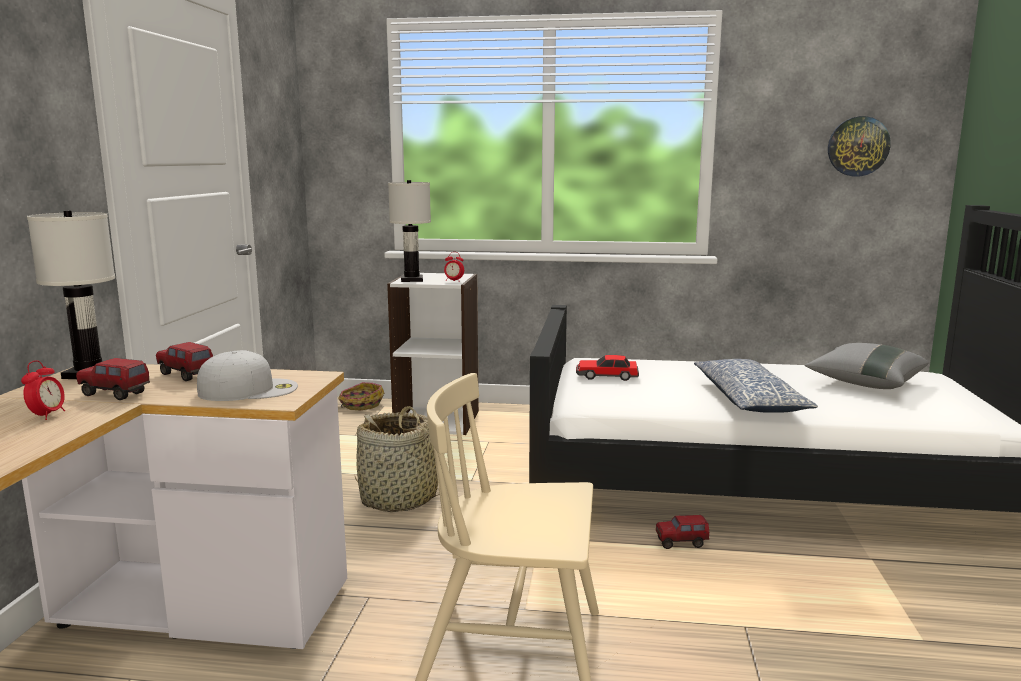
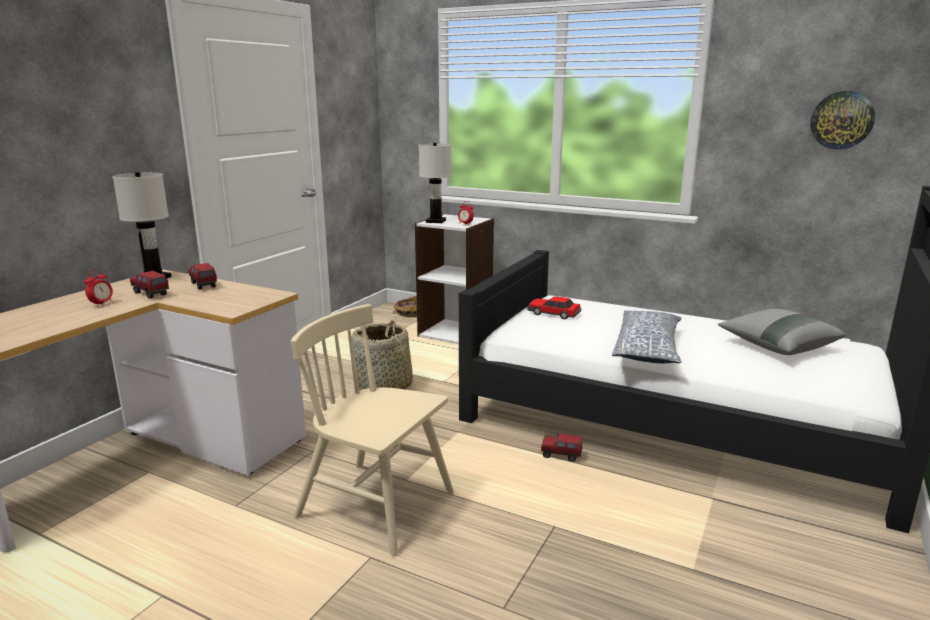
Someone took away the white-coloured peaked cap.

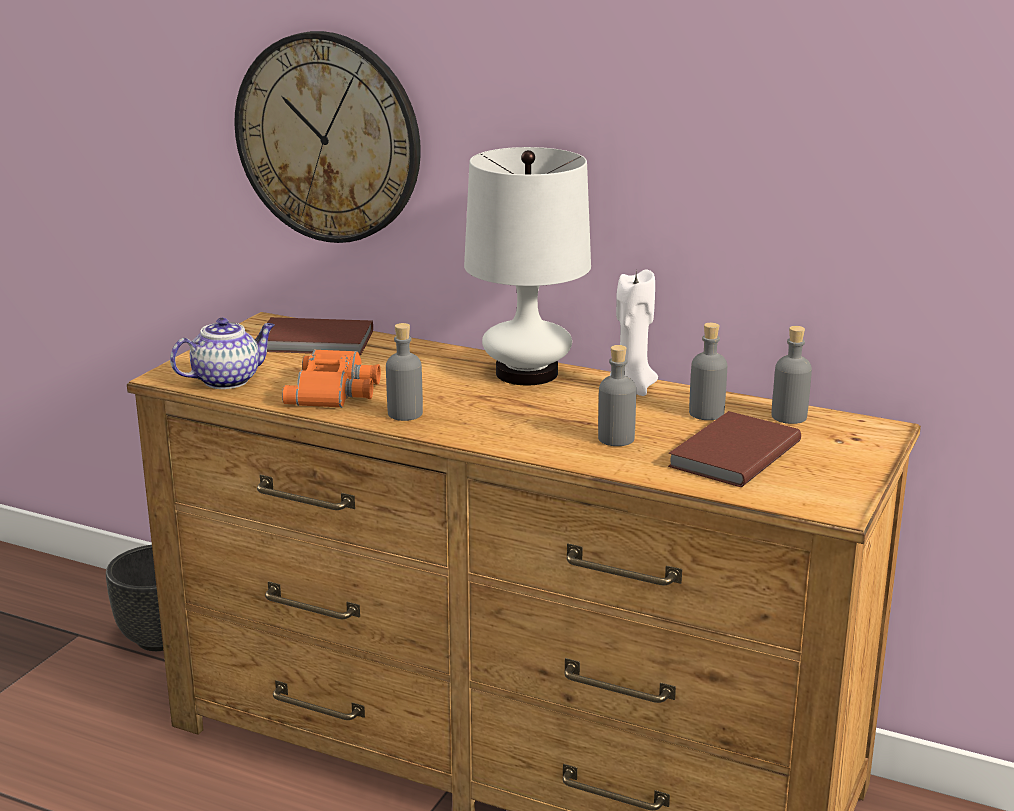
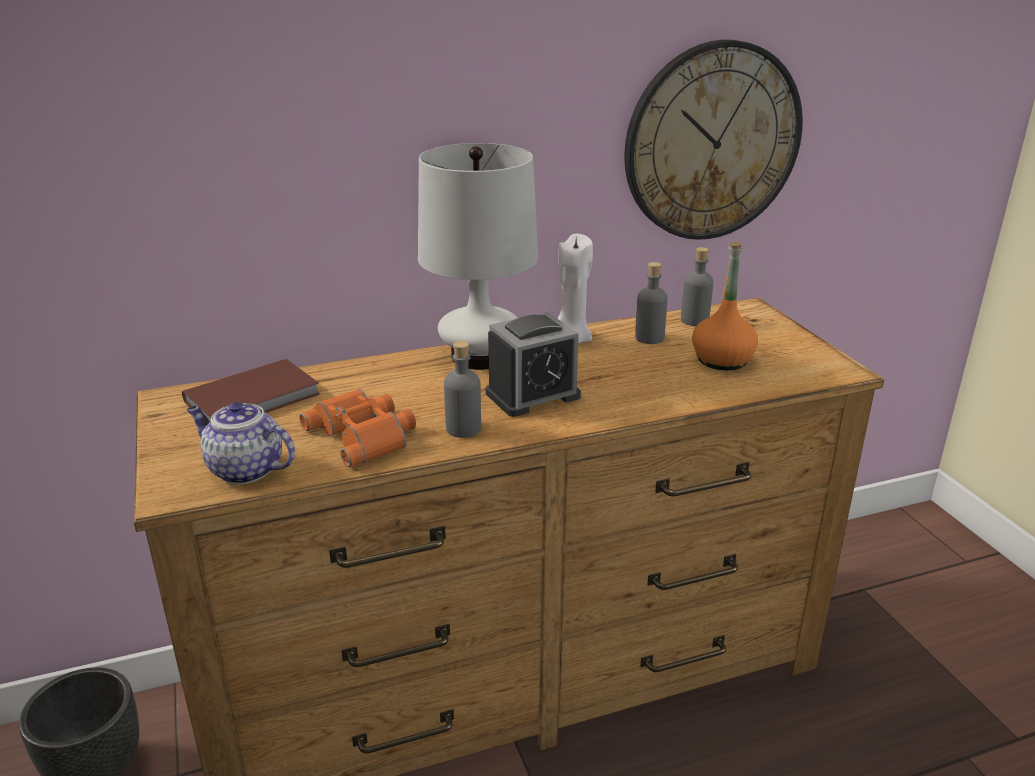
Someone carried the clock on the wall. Someone rotated the teapot by 75 degrees counterclockwise. Someone took away the gray beverage bottle (2nd from left). Someone swapped the brown-coloured bound book (2nd from left) for the orange-coloured beverage bottle. Someone put down the alarm clock.

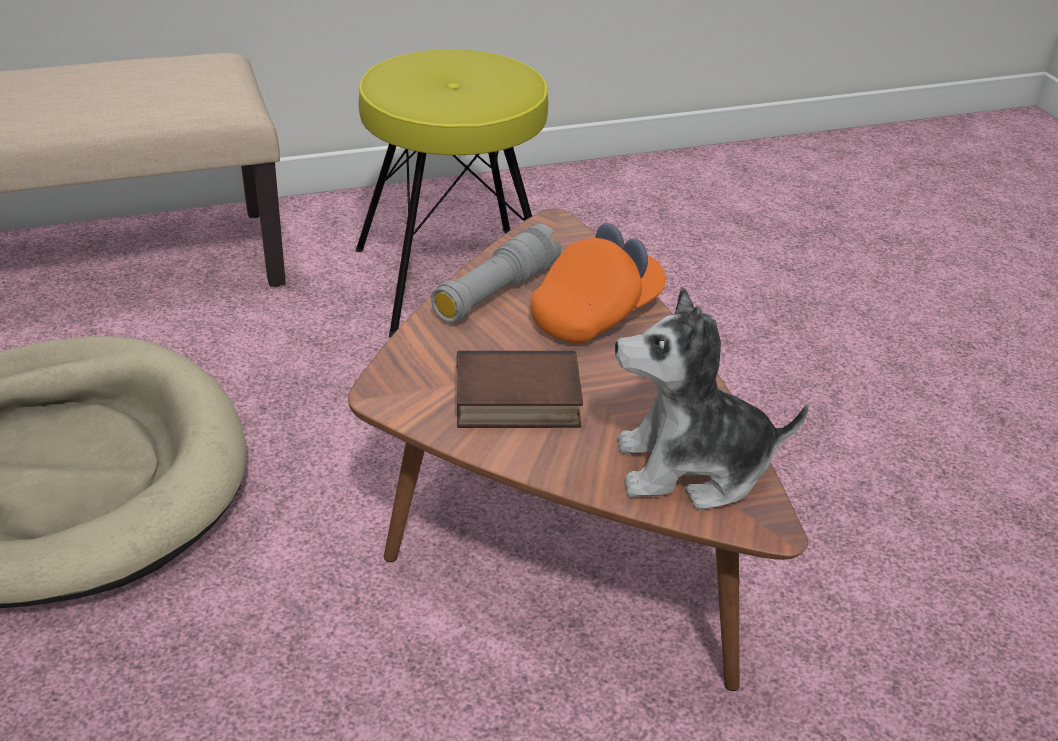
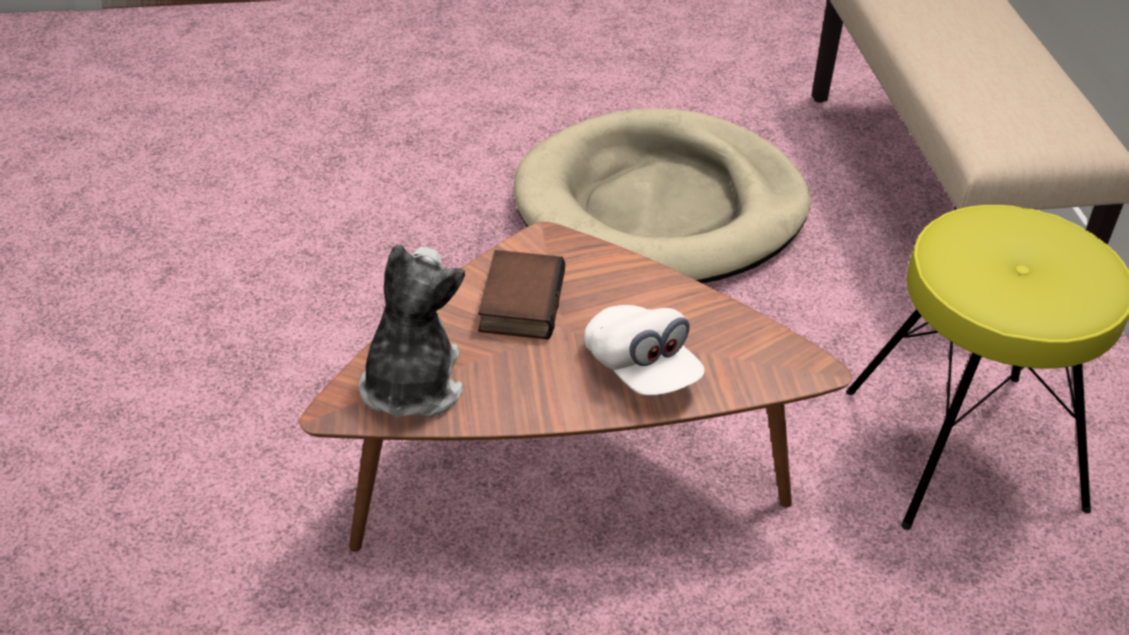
Someone repainted the orange-coloured peaked cap, which became the white-coloured peaked cap. Someone took away the gray hand torch.

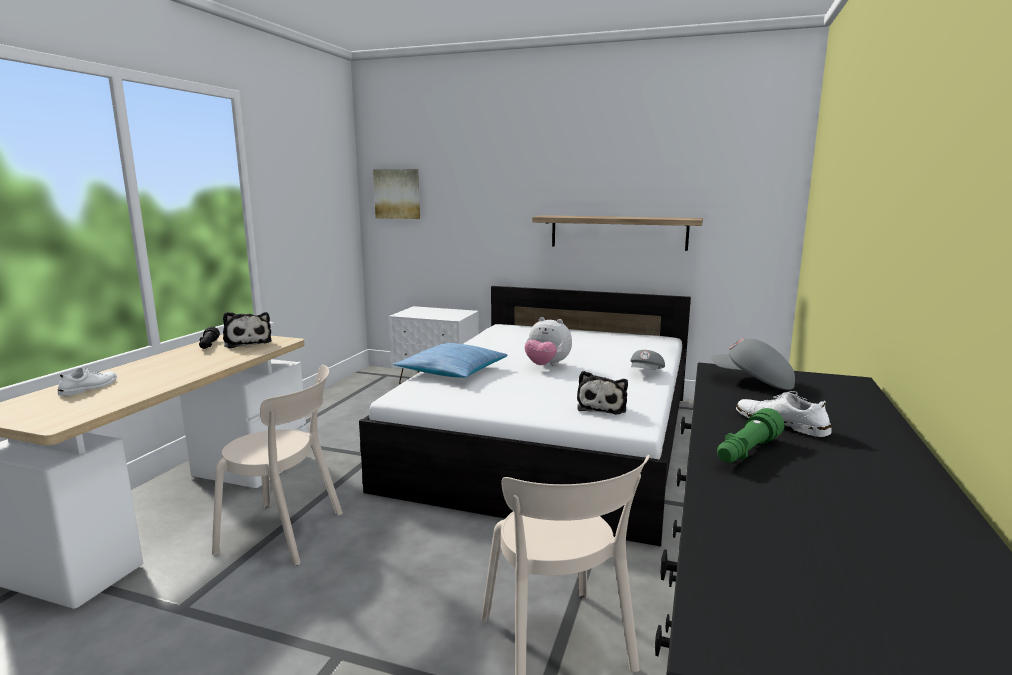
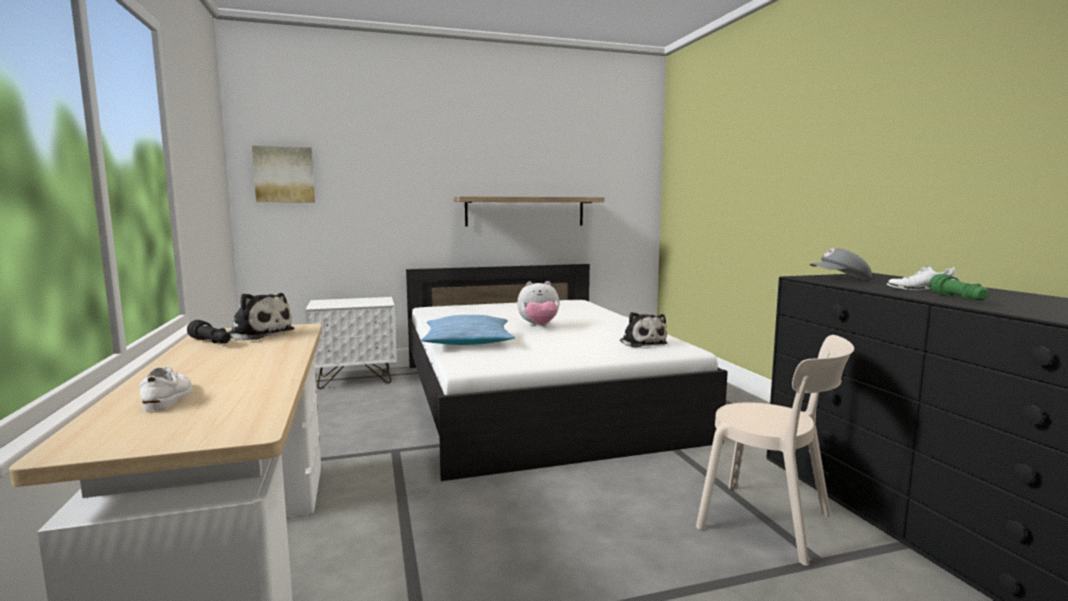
Someone took away the gray peaked cap (1st from left). Someone took away the sand-coloured plain chair (1st from left).

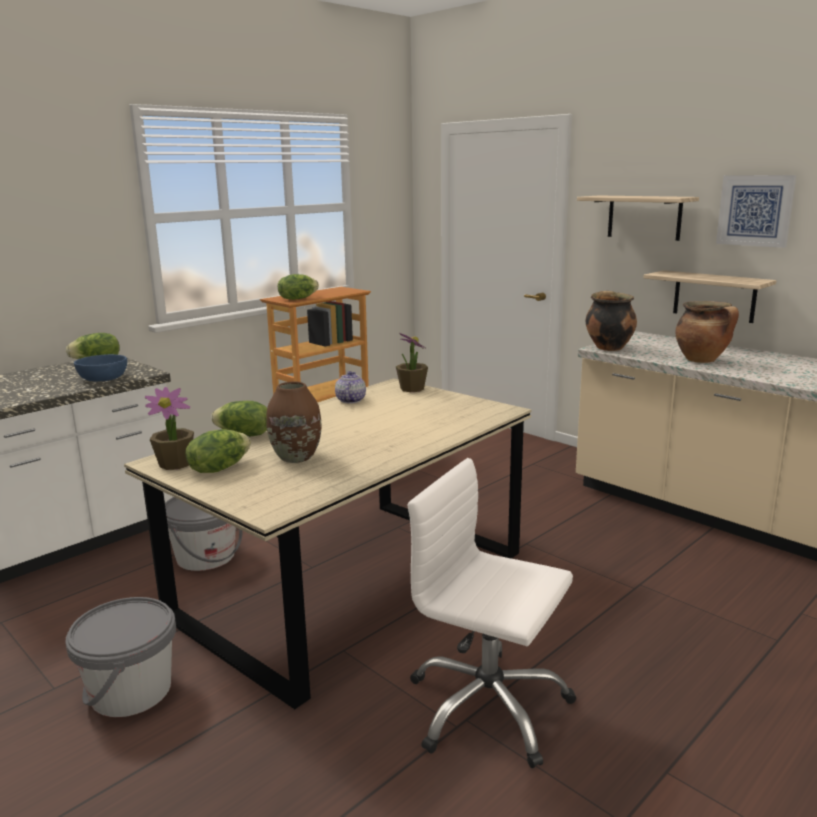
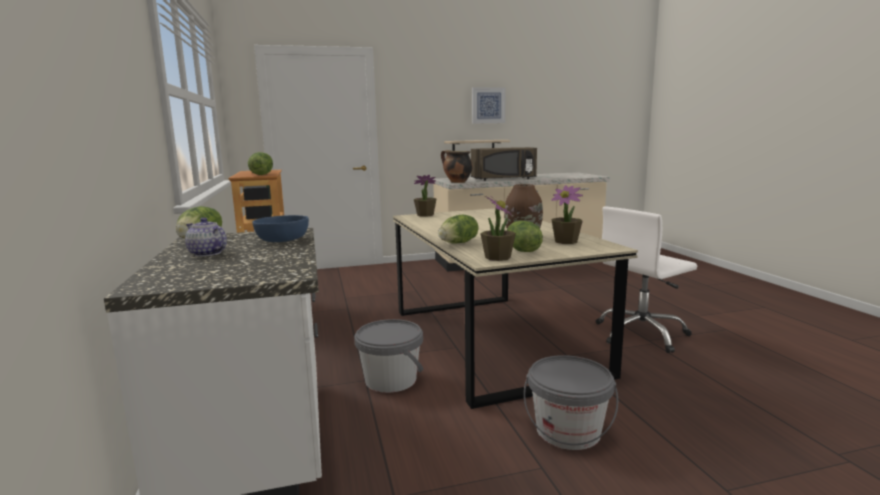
Someone took away the shelf (1st from left). Someone swapped the saucepot (2nd from left) for the brown-coloured microwave. Someone carried the teapot. Someone put down the potted plant (3rd from left).

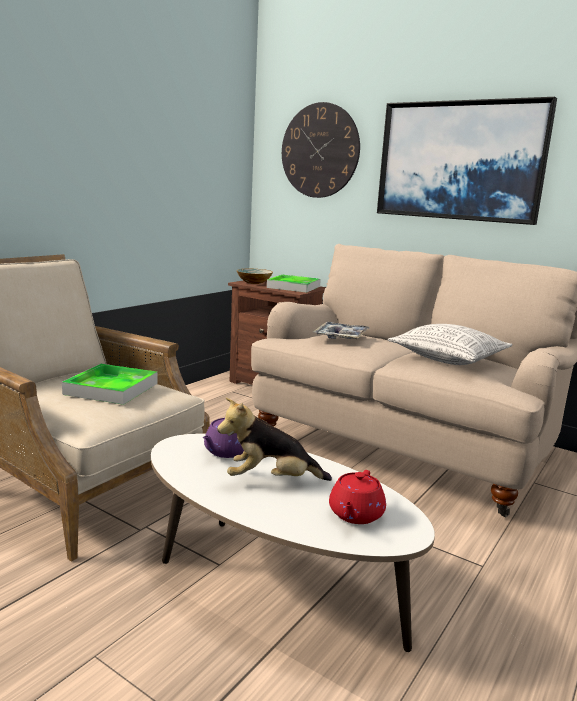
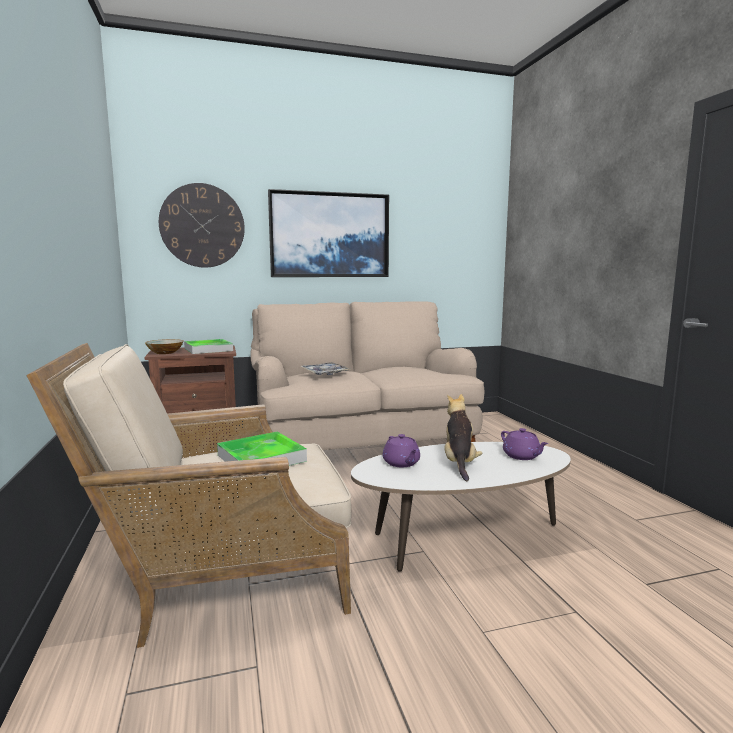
Someone took away the throw pillow. Someone rotated the cuddly toy by 150 degrees clockwise. Someone repainted the red teapot, which became the purplish teapot (2nd from left).

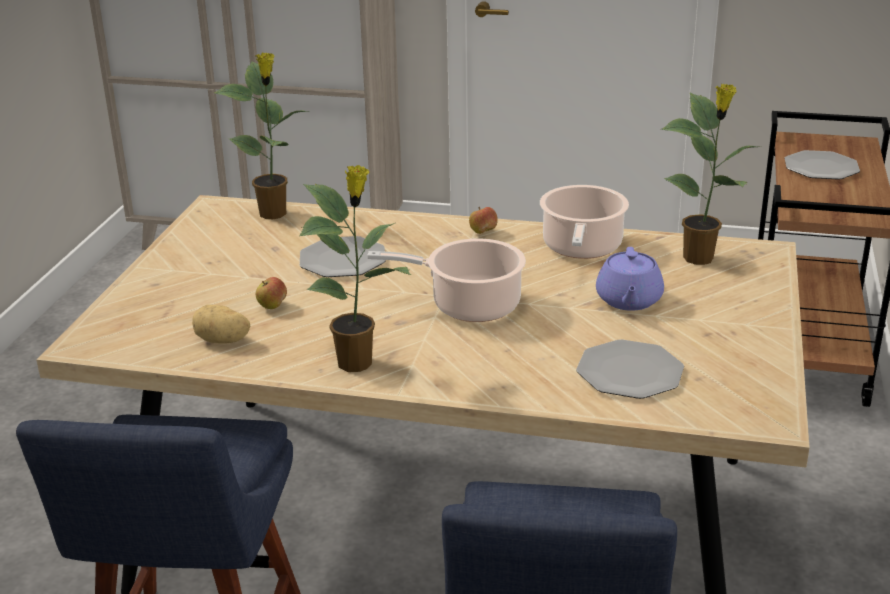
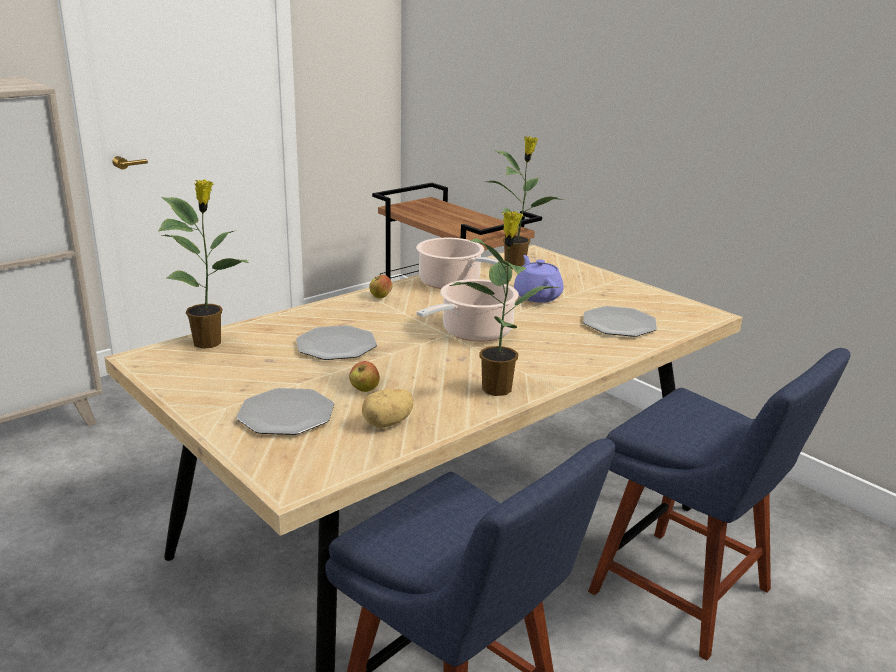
Someone carried the flat dish (3rd from left in the first image). Someone rotated the purplish teapot by 150 degrees counterclockwise.

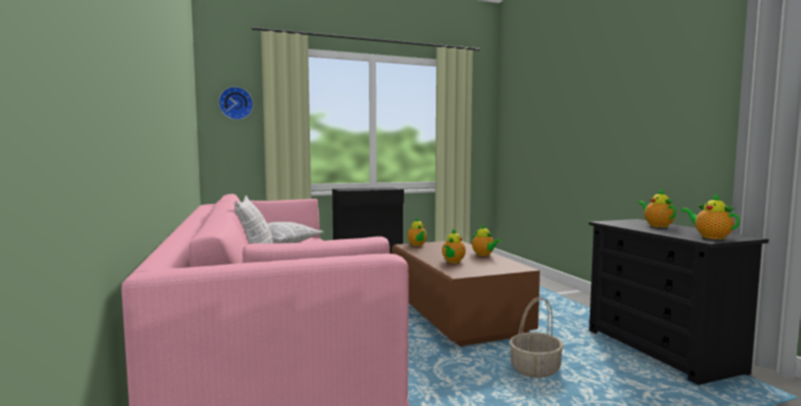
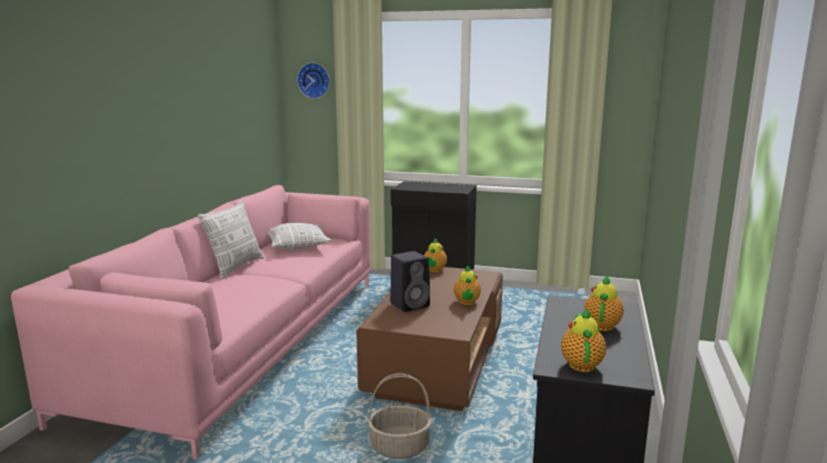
Someone swapped the teapot (2nd from left) for the black loudspeaker.

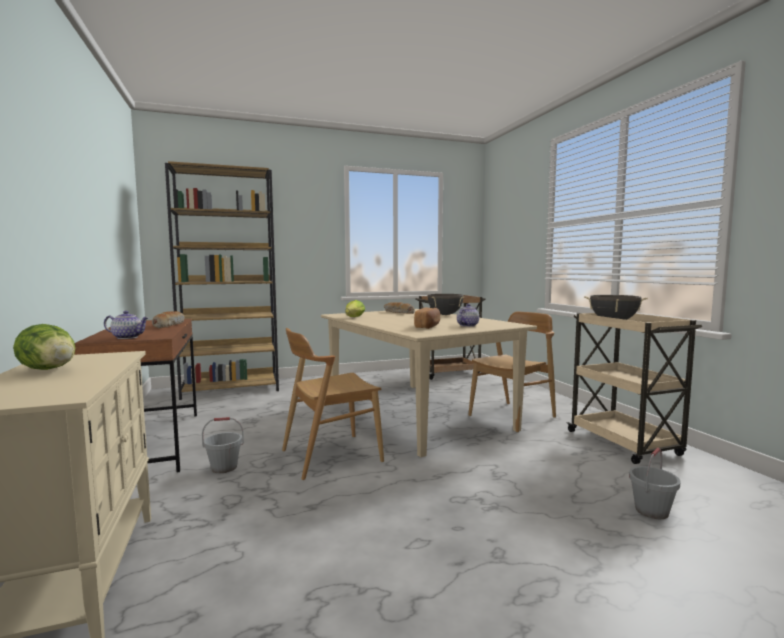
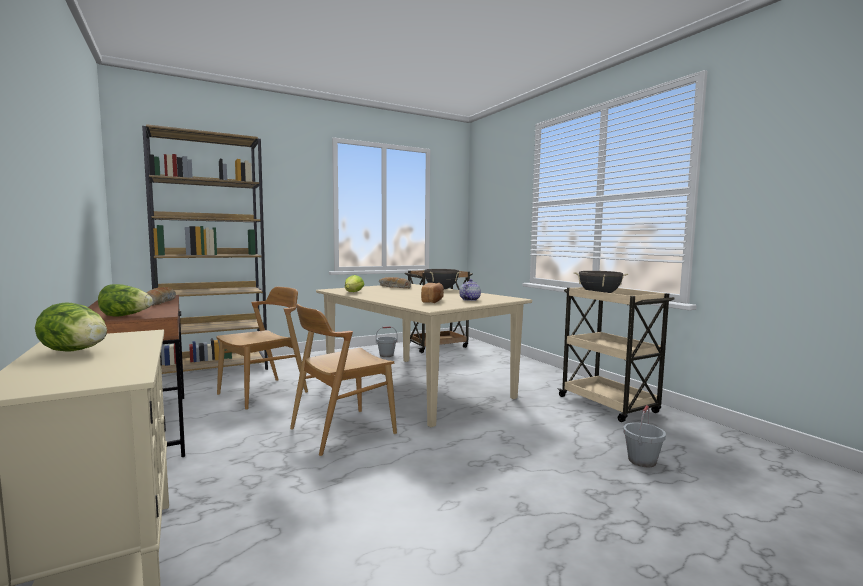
Someone swapped the teapot (1st from left) for the head of lettuce (2nd from left). Someone carried the brown-coloured plain chair (2nd from left in the first image). Someone carried the gray bucket (1st from left).

